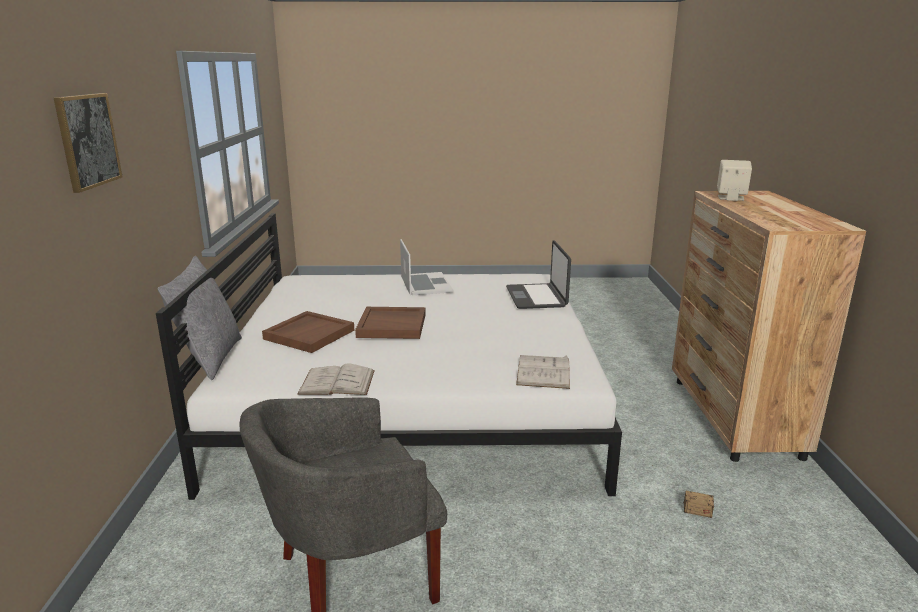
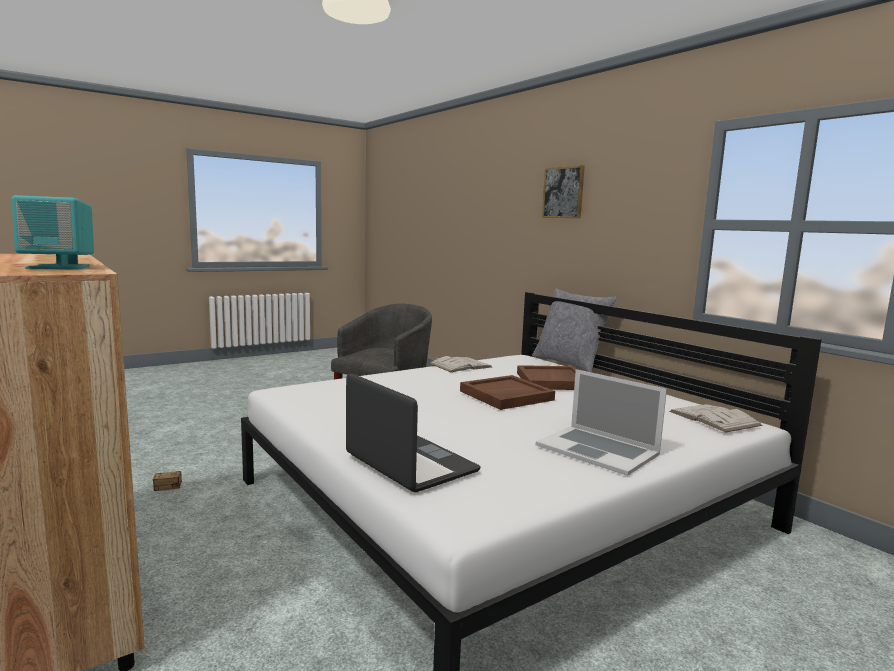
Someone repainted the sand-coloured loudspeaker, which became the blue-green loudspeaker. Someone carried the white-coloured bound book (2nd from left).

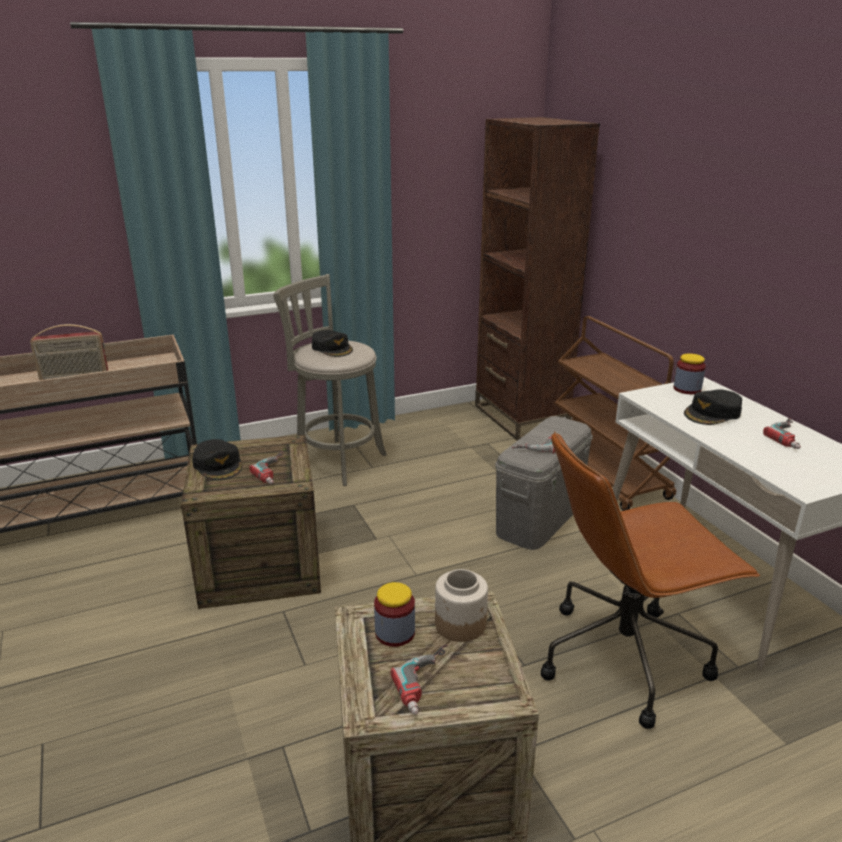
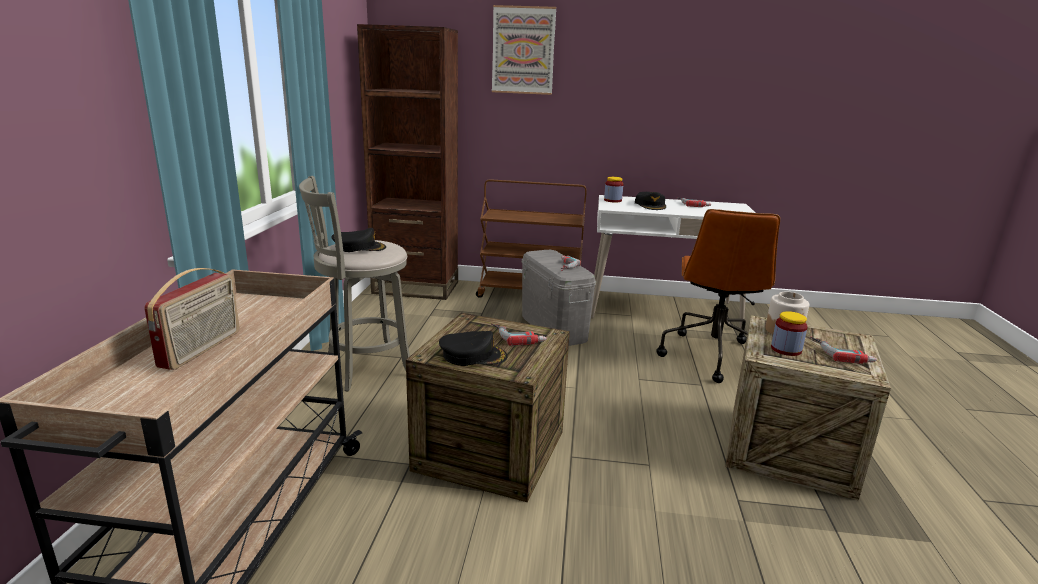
Someone put up the picture.

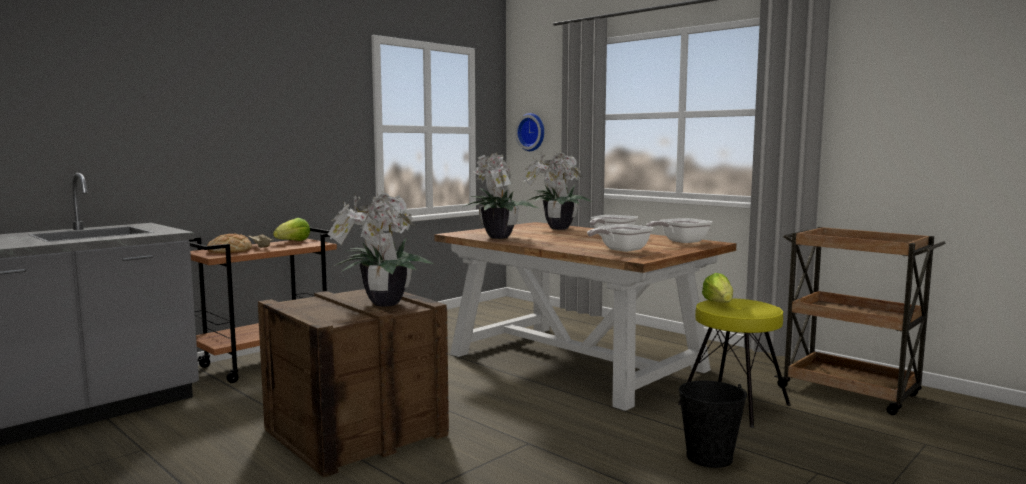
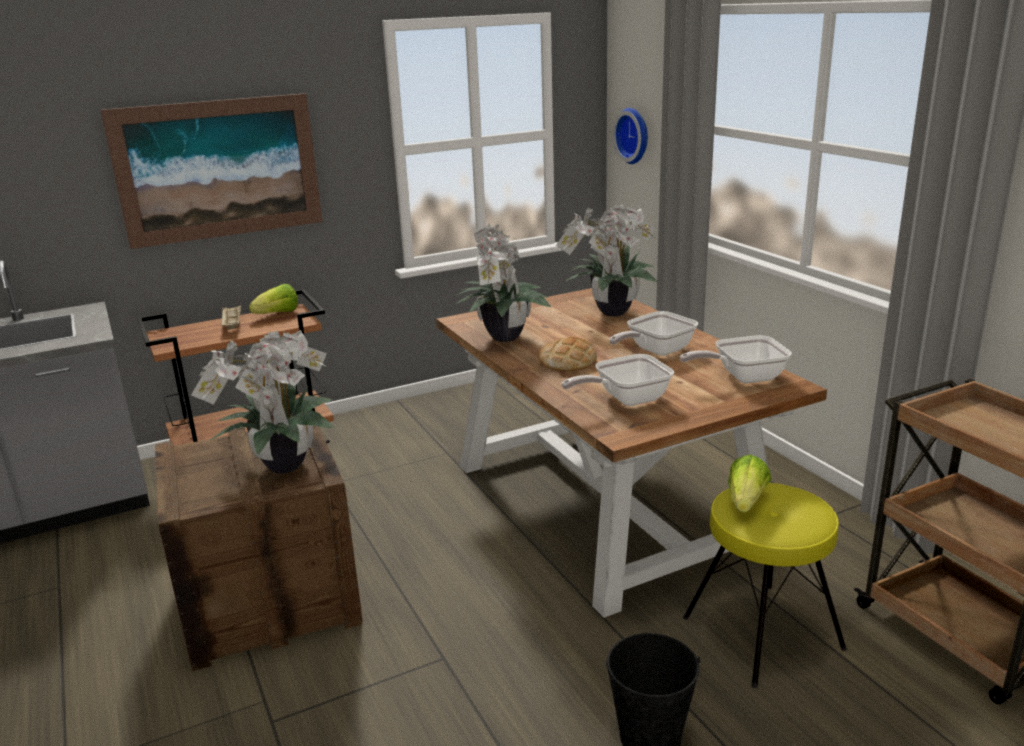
Someone carried the bread. Someone put up the picture.

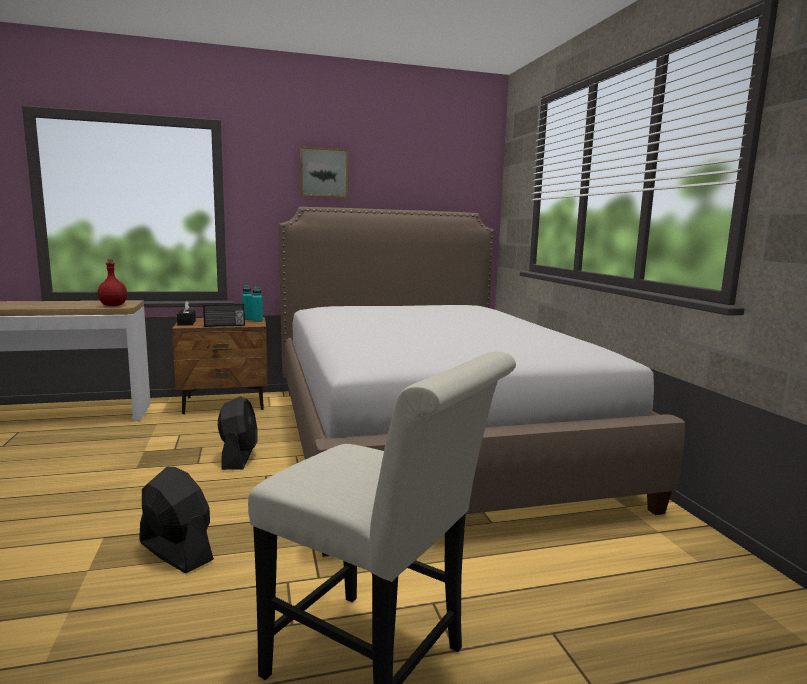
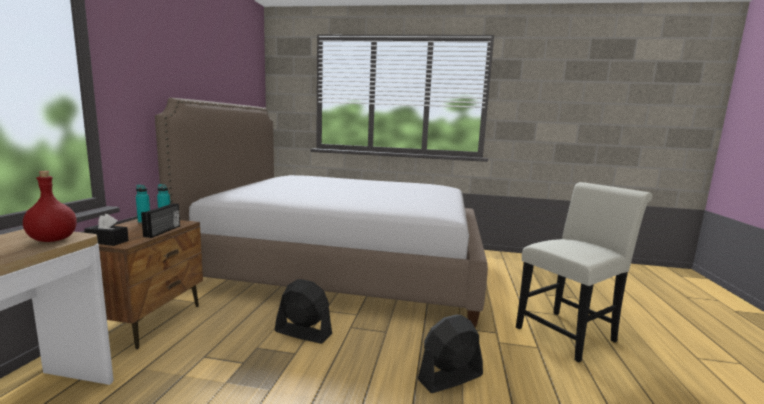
Someone took away the picture.

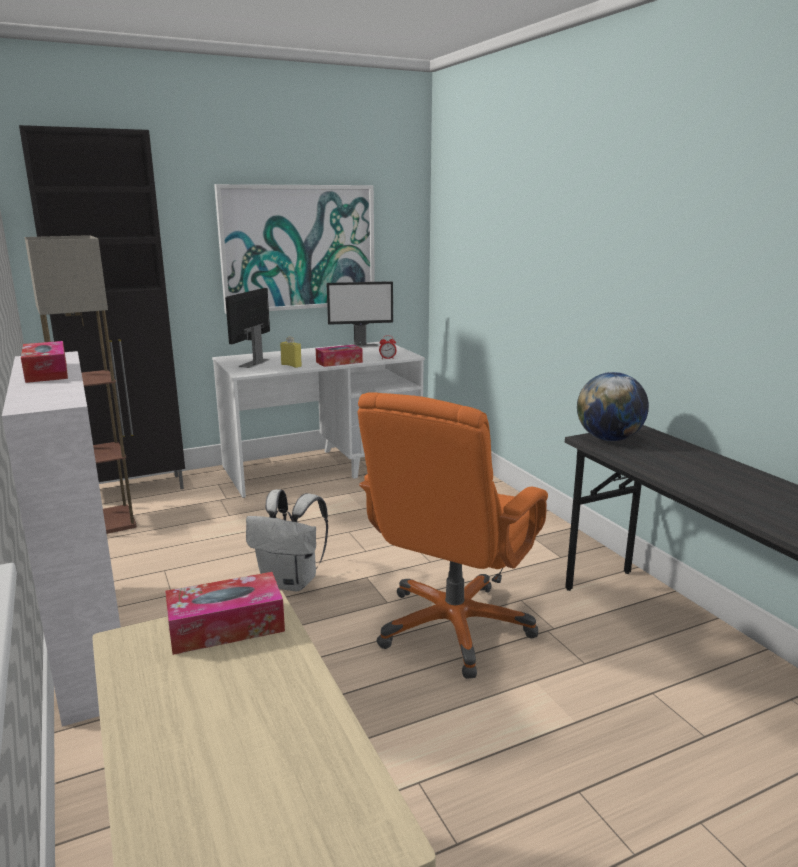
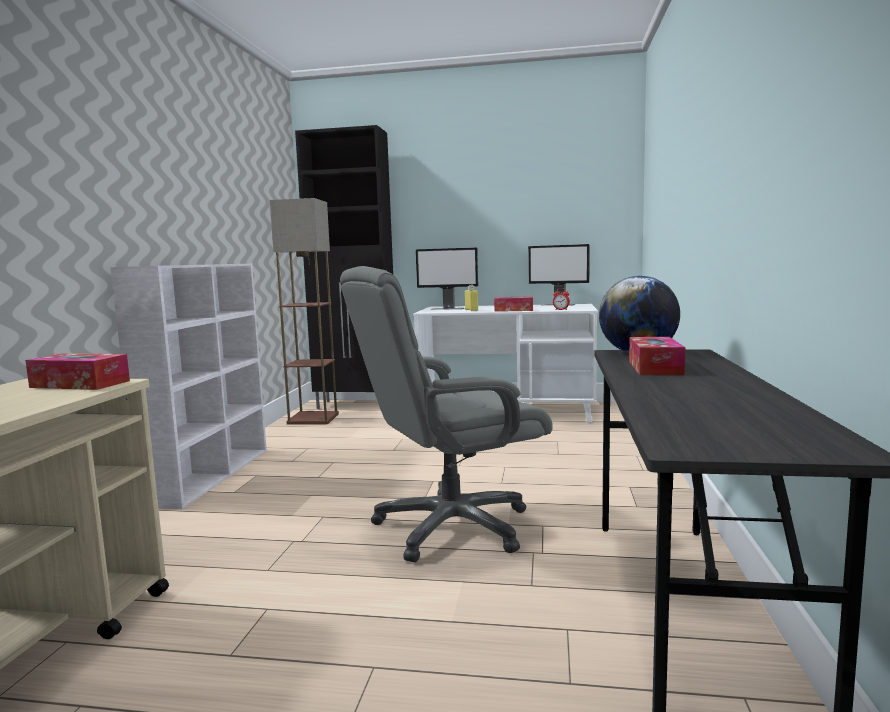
Someone took away the picture. Someone rotated the computer screen (1st from left) by 135 degrees counterclockwise. Someone carried the box of tissues (1st from left in the first image). Someone repainted the orange-coloured office chair, which became the gray office chair. Someone took away the white-coloured backpack.

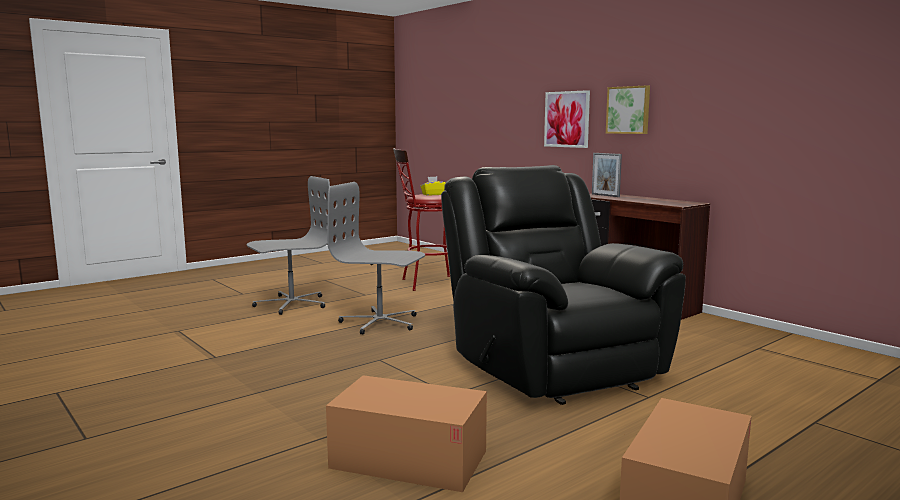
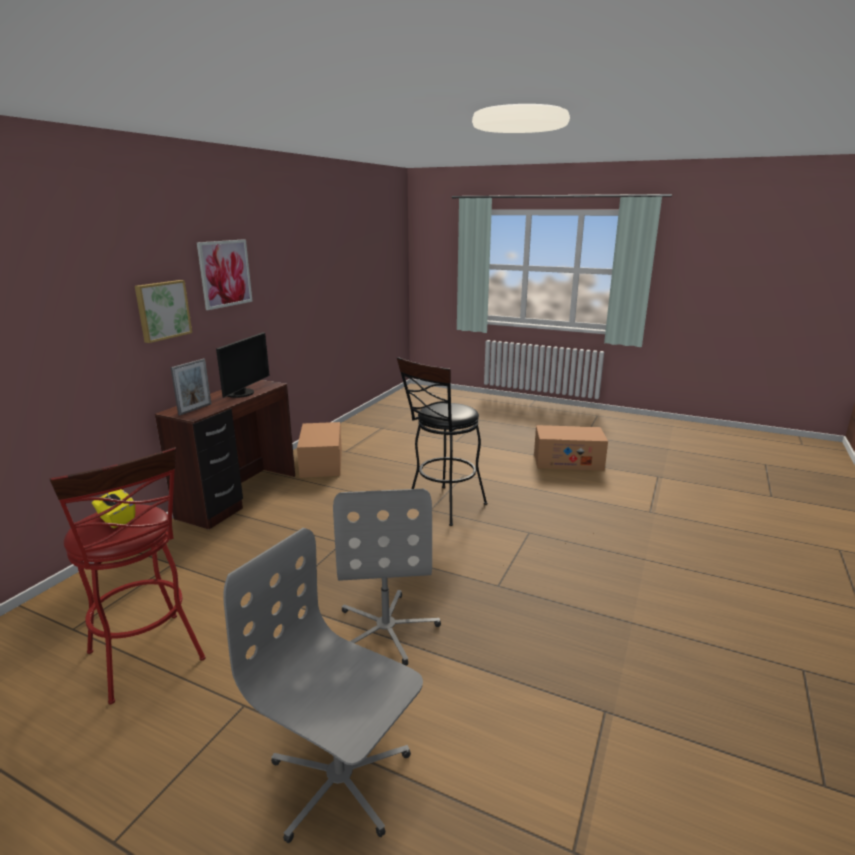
Someone carried the picture (1st from left in the first image). Someone swapped the black easy chair for the black stool. Someone carried the carton (1st from left). Someone put down the computer screen.

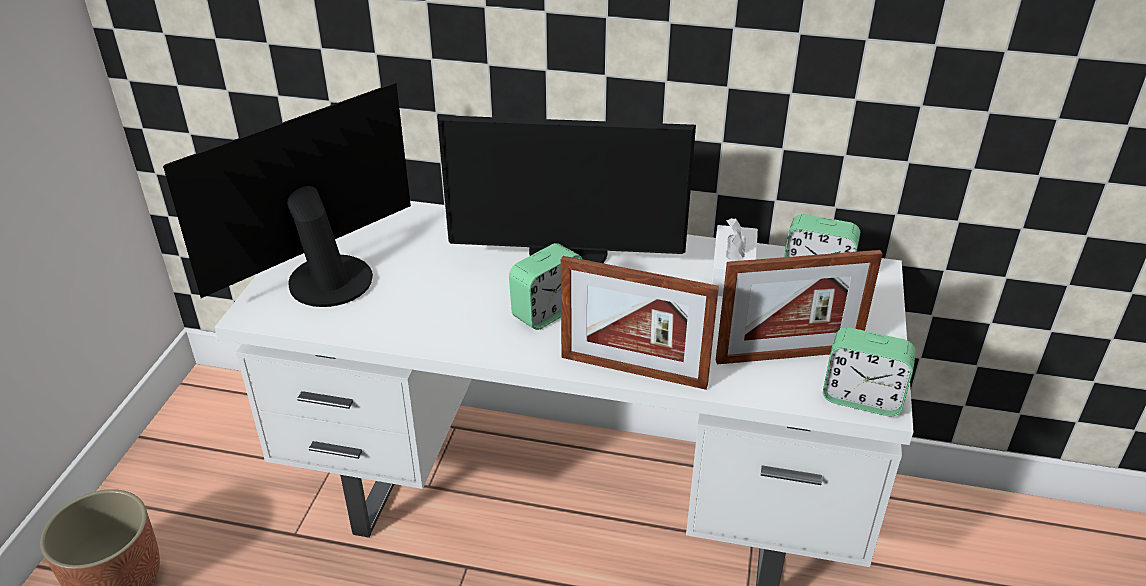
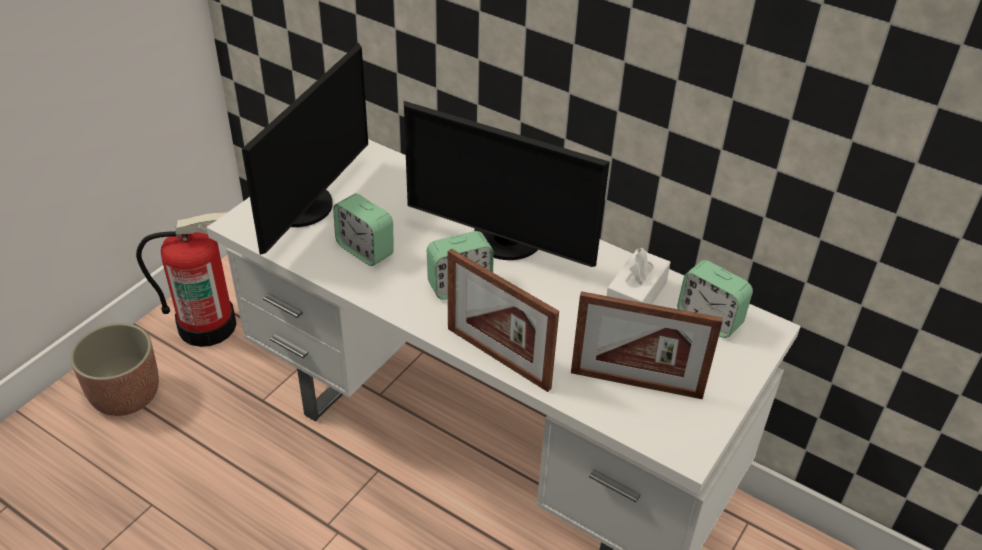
Someone rotated the computer screen (1st from left) by 135 degrees clockwise. Someone carried the alarm clock (3rd from left in the first image). Someone put down the extinguisher.

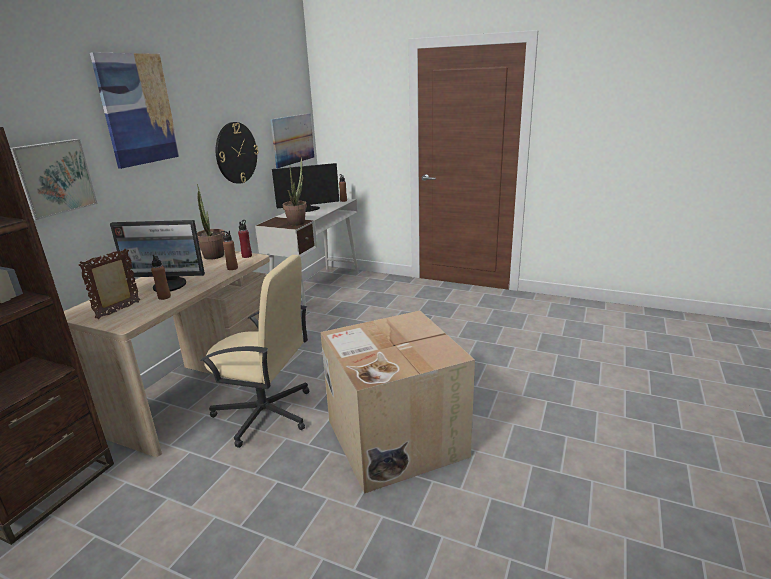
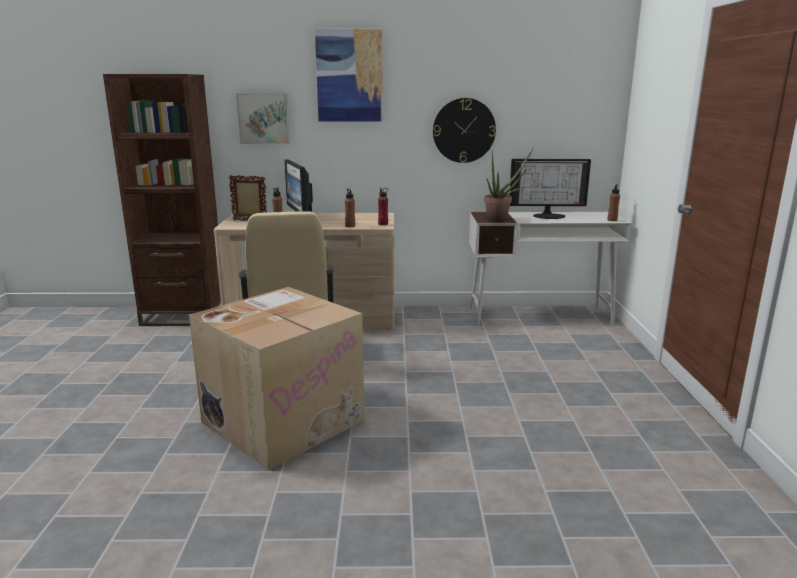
Someone took away the picture (3rd from left). Someone rotated the computer screen (2nd from left) by 135 degrees clockwise. Someone took away the potted plant (1st from left).

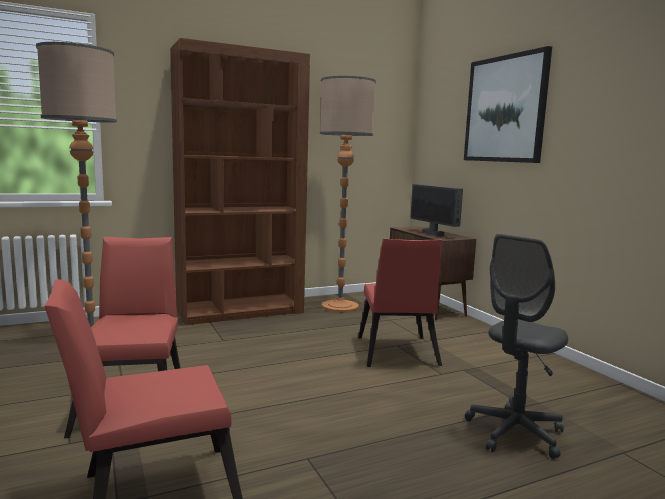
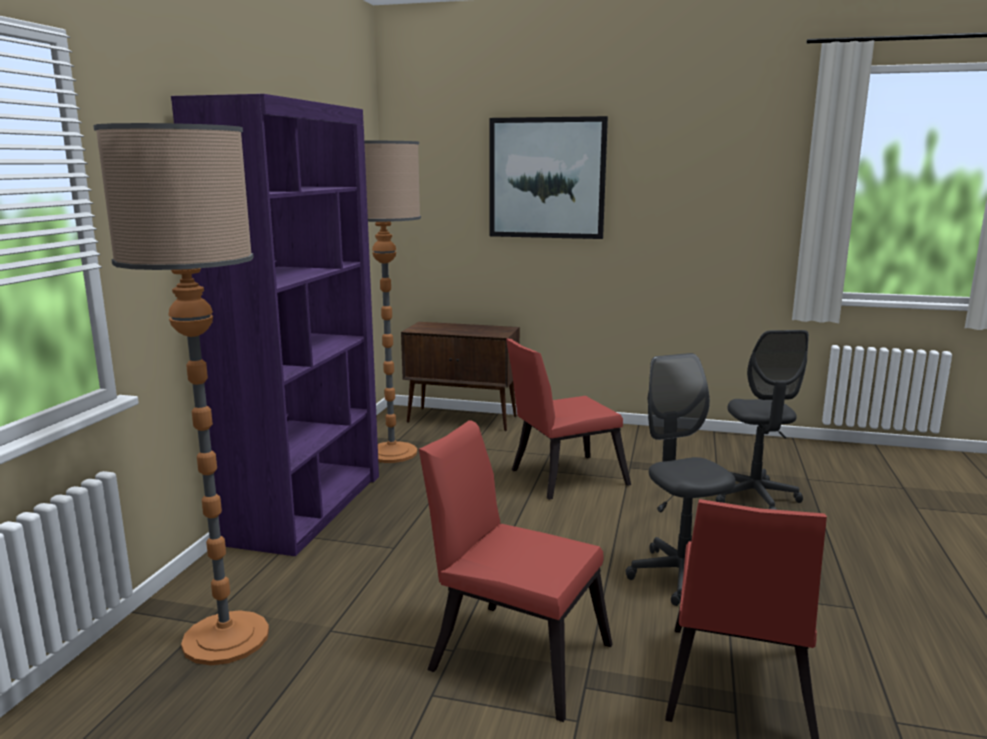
Someone repainted the brown-coloured bookcase, which became the purplish bookcase. Someone took away the computer screen. Someone rotated the red plain chair (3rd from left in the first image) by 120 degrees clockwise. Someone put down the gray office chair (1st from left).

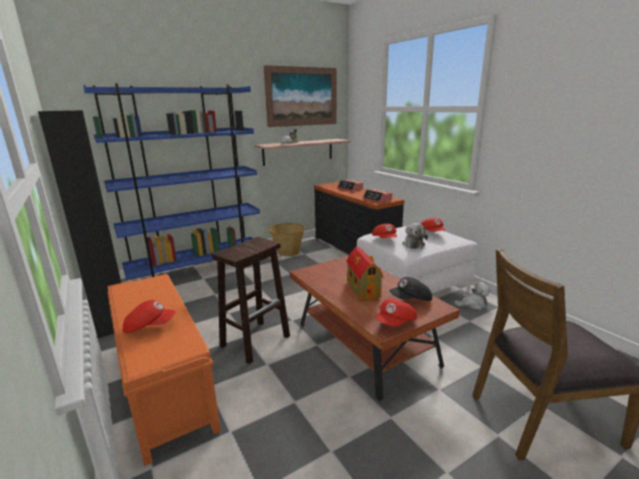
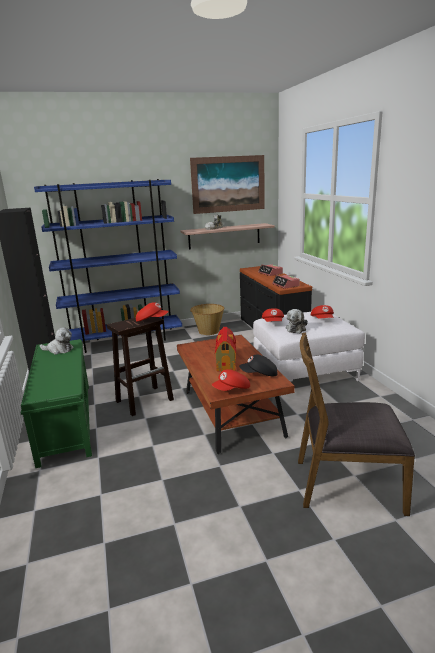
Someone repainted the orange-coloured indoor bench, which became the green-coloured indoor bench. Someone carried the cuddly toy (2nd from left in the first image). Someone carried the red peaked cap (1st from left).

